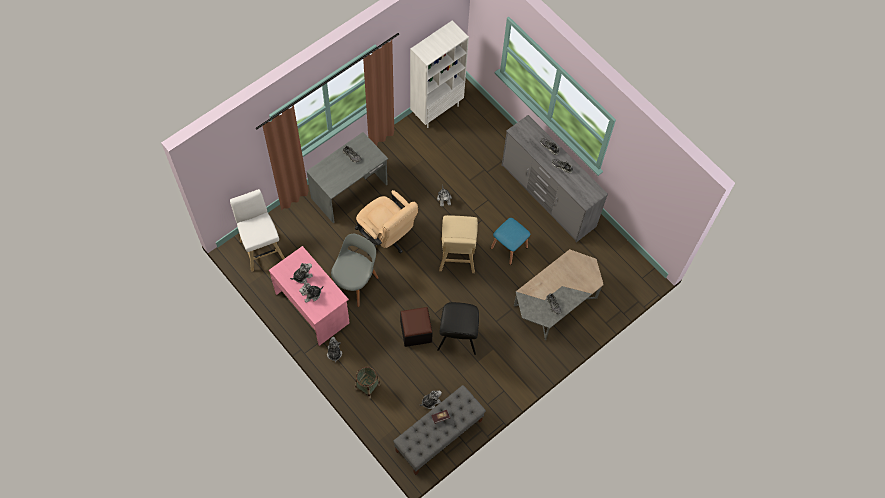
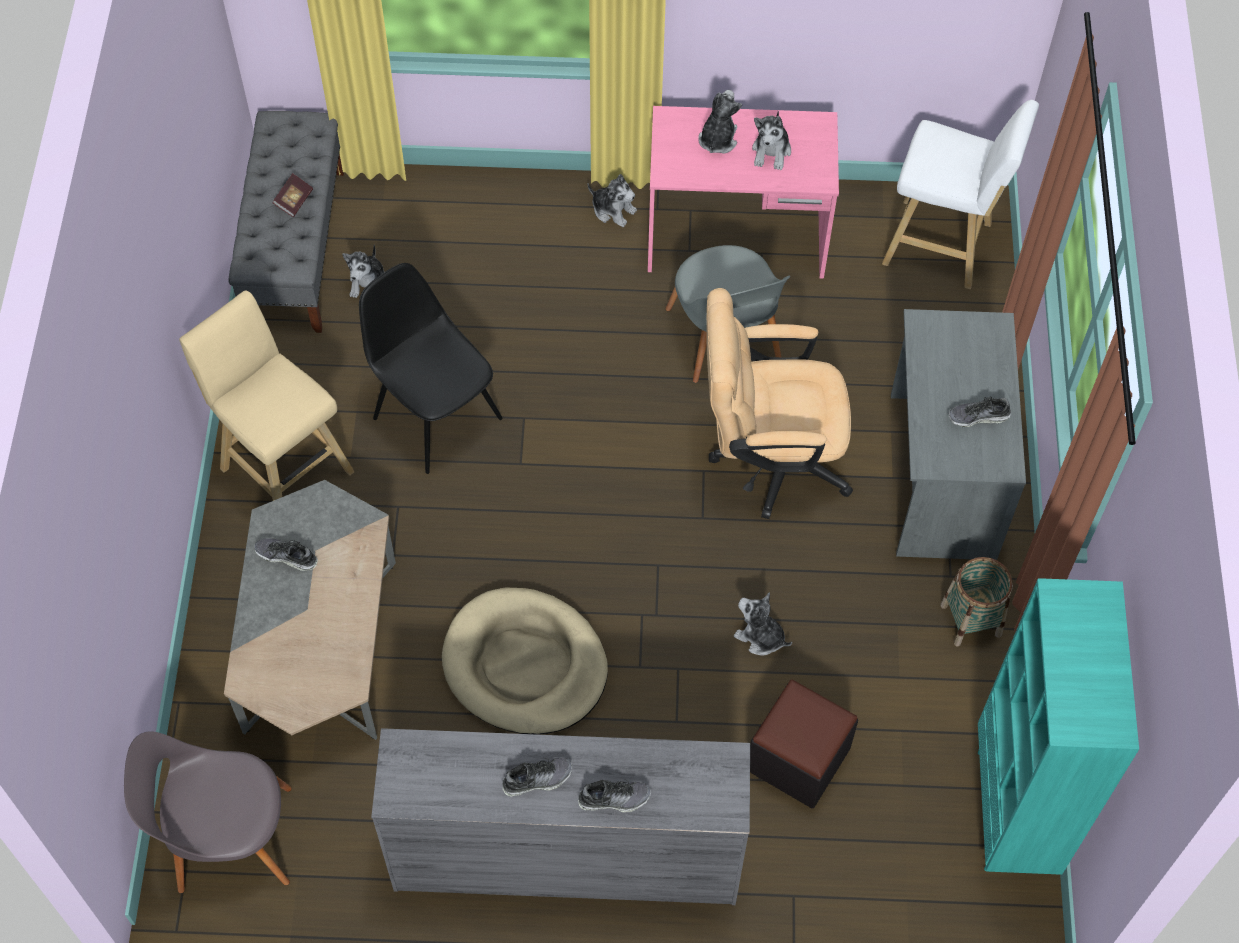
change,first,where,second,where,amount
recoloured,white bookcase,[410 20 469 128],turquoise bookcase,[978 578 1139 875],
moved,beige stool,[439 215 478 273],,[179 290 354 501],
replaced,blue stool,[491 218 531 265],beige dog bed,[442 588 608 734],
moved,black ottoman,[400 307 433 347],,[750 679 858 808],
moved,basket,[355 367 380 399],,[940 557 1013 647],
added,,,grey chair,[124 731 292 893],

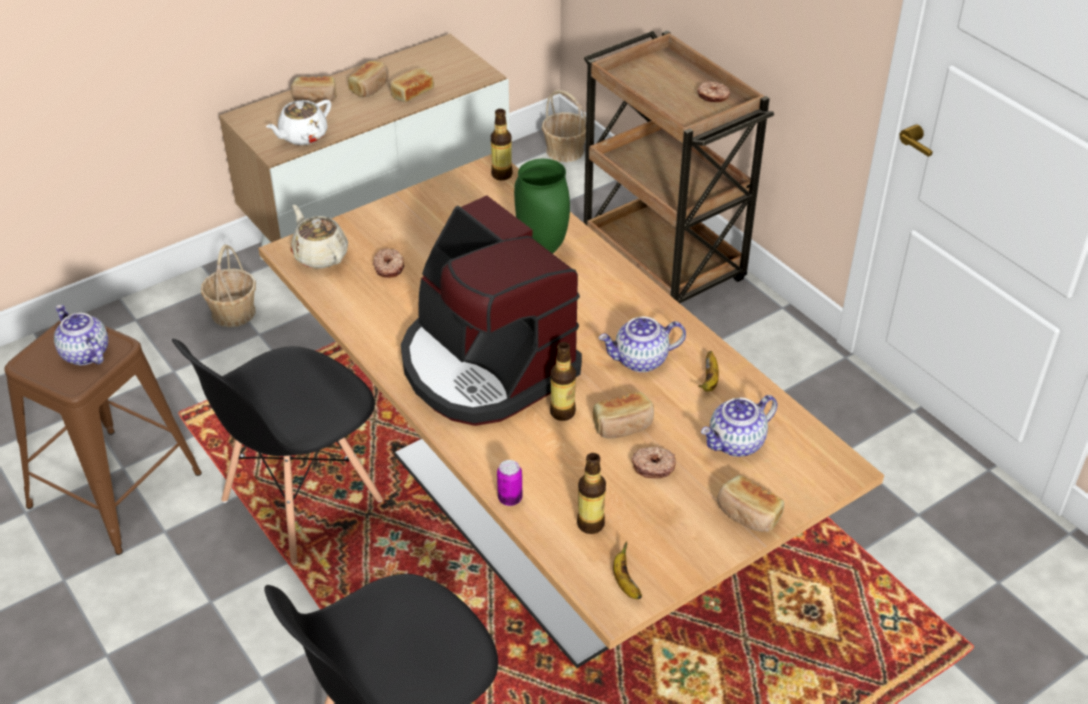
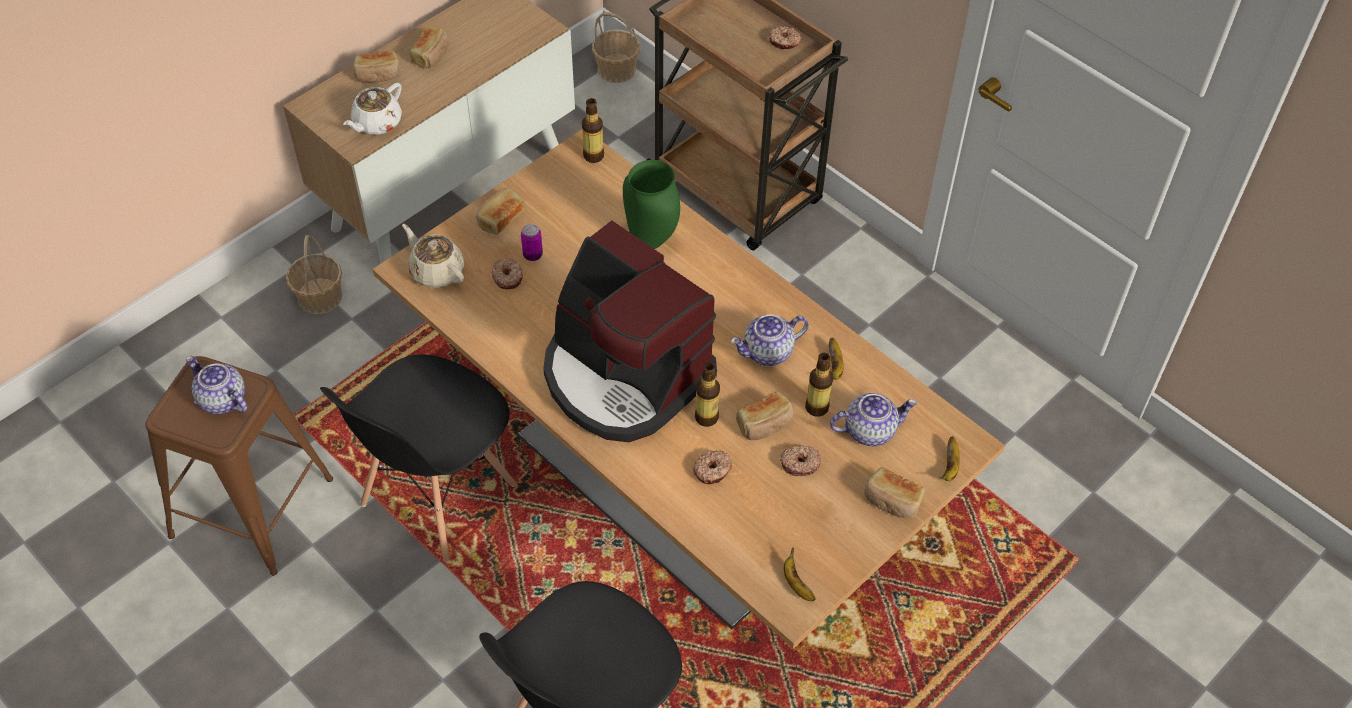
change,first,where,second,where,amount
moved,bread,[389 67 434 102],,[476 188 525 235],
turned,teapot,[701 395 778 457],,[830 393 917 446],150 degrees counterclockwise
moved,bottle,[577 453 606 534],,[805 353 833 417],
moved,can,[497 460 522 506],,[521 224 543 261],
added,,,banana,[940 436 960 481],
added,,,donut,[693 450 732 484],

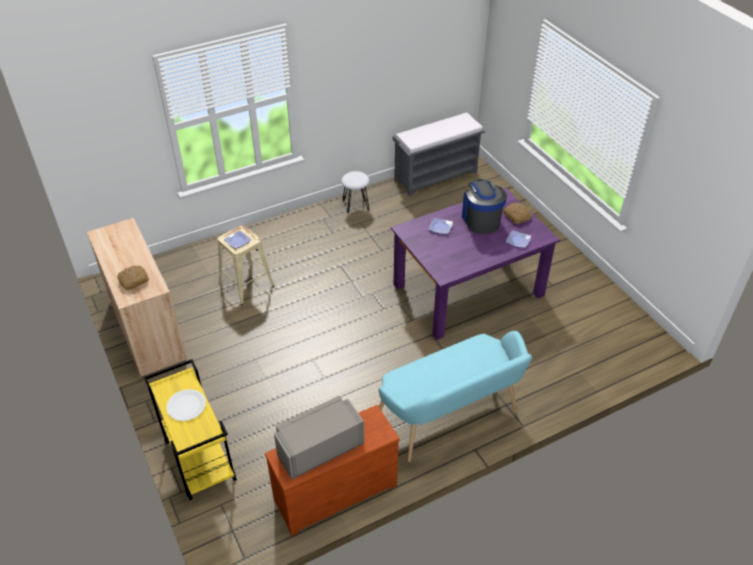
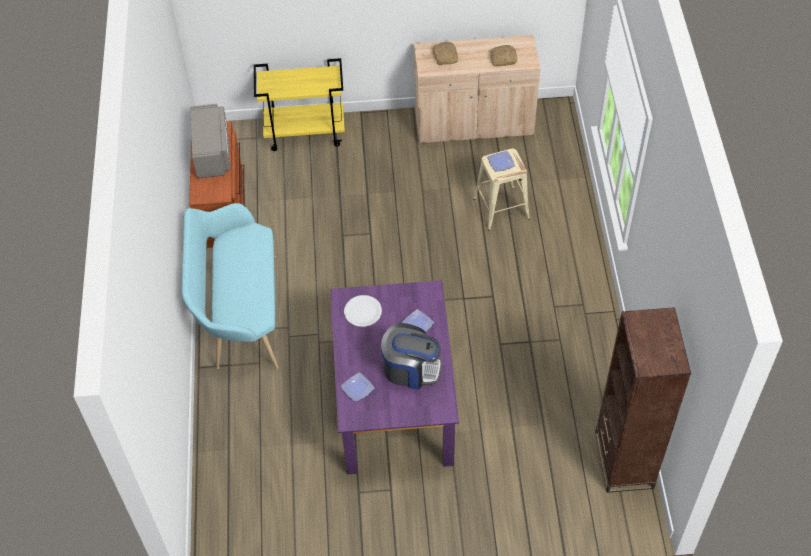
change,first,where,second,where,amount
replaced,grey bench,[392 112 485 196],brown bookcase,[595 307 691 493],
removed,white stool,[341 171 370 214],,,
moved,bread,[503 203 532 224],,[491 45 517 66],
moved,white plate,[166 389 206 421],,[344 295 382 327],

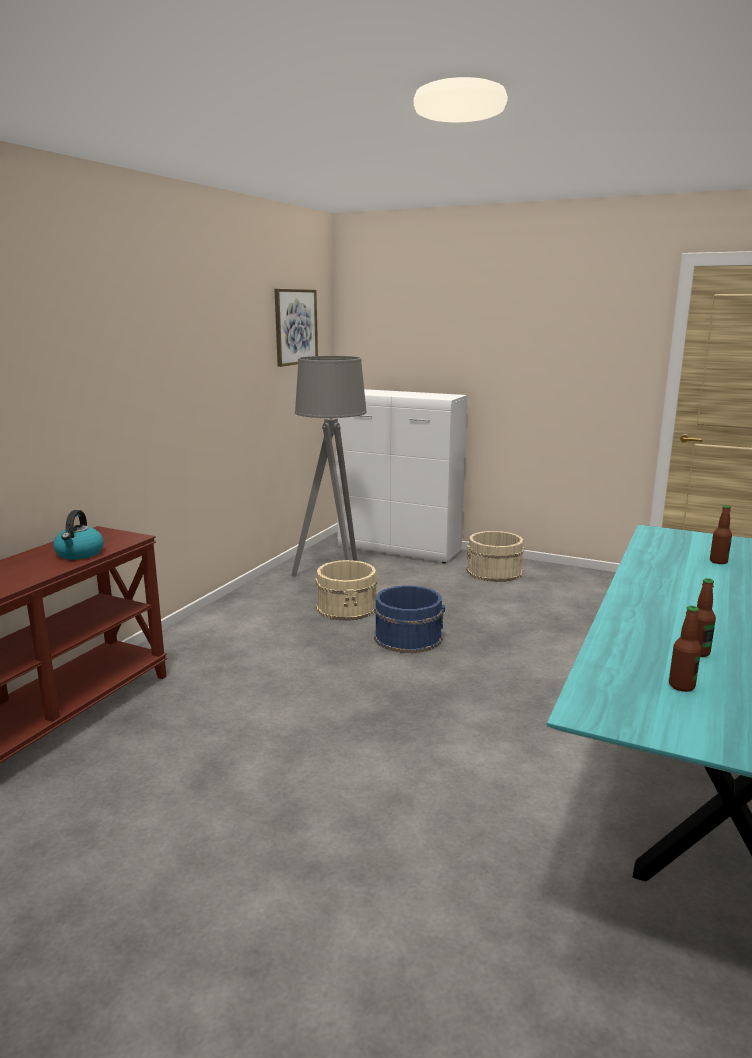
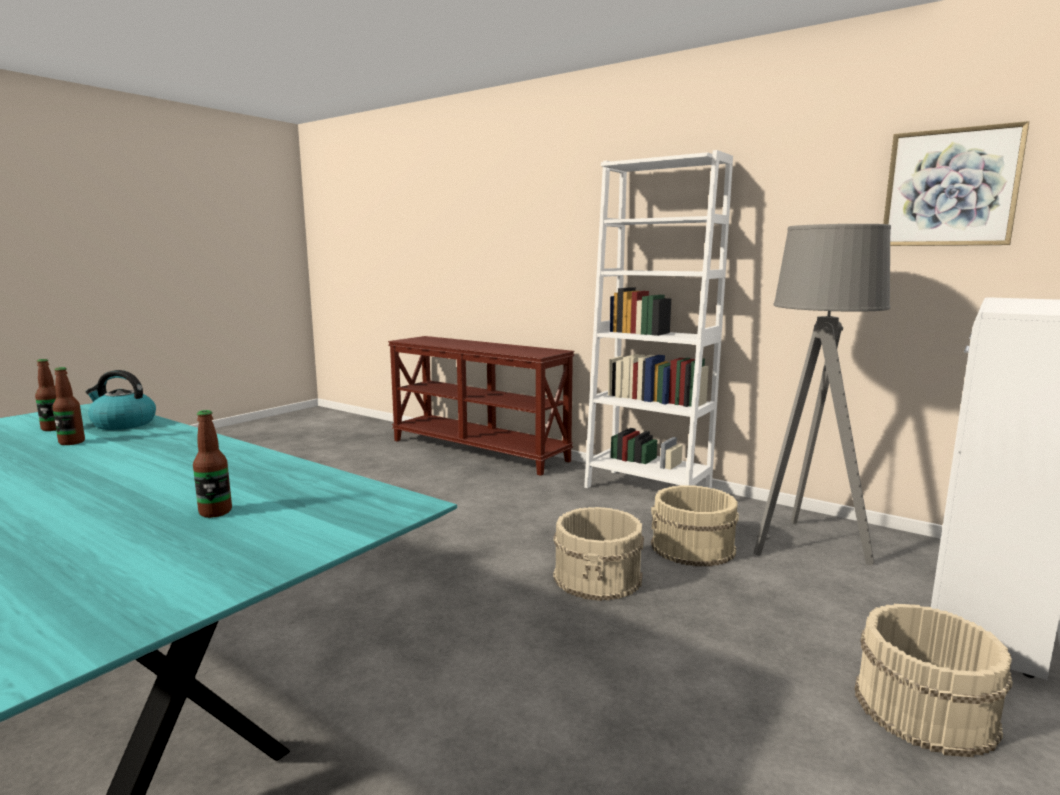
change,first,where,second,where,amount
moved,kettle,[53 510 104 560],,[86 370 156 430],
recoloured,blue bucket,[374 585 445 653],beige bucket,[553 507 644 601],
added,,,white bookcase,[584 150 733 488],

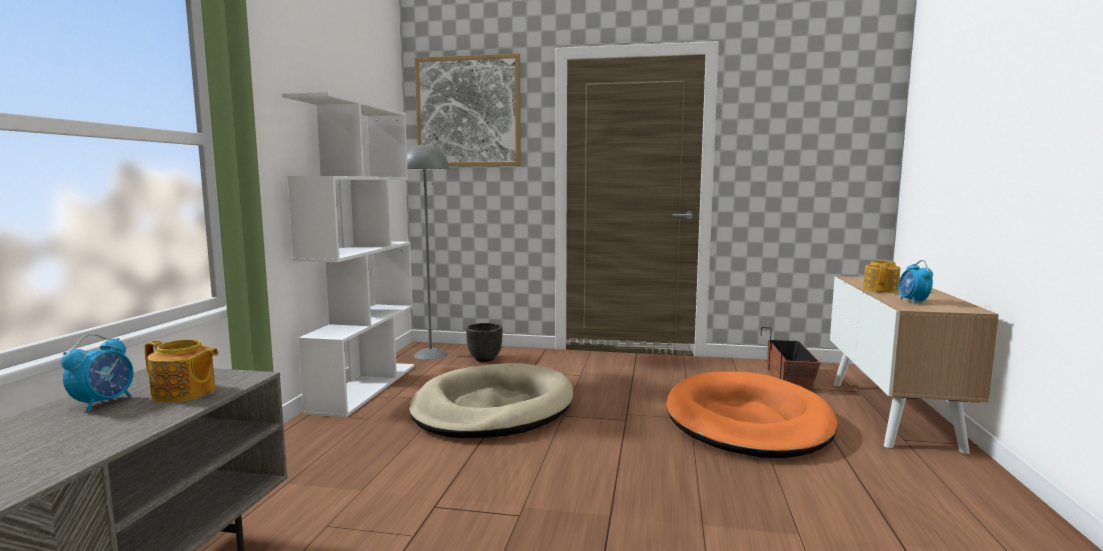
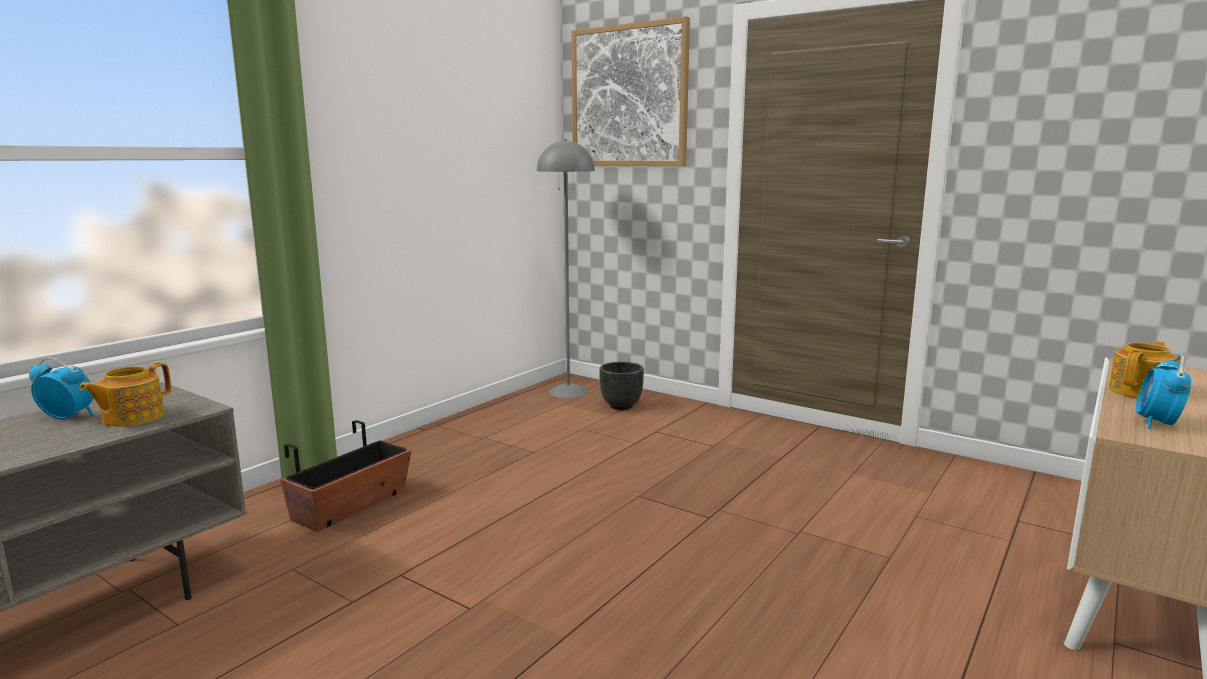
change,first,where,second,where,amount
removed,white bookcase,[282 92 415 417],,,
moved,planter,[761 327 820 391],,[280 420 412 532],
turned,alarm clock,[61 334 134 412],,[29 357 94 419],120 degrees counterclockwise
turned,teapot,[145 340 219 402],,[79 362 171 427],75 degrees clockwise
removed,beige dog bed,[409 363 573 438],,,
removed,orange dog bed,[666 372 837 458],,,

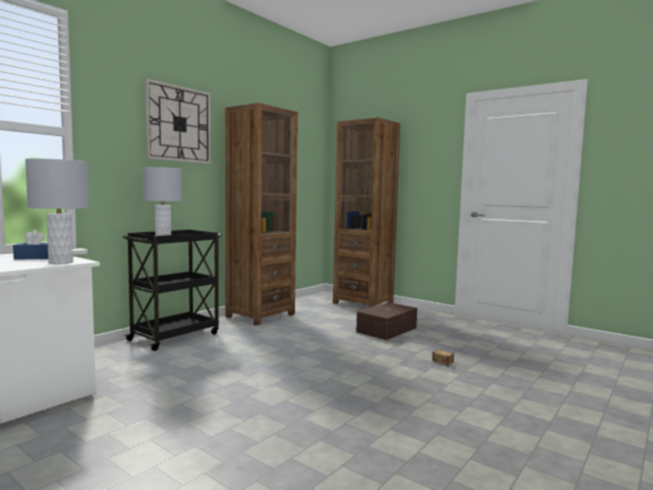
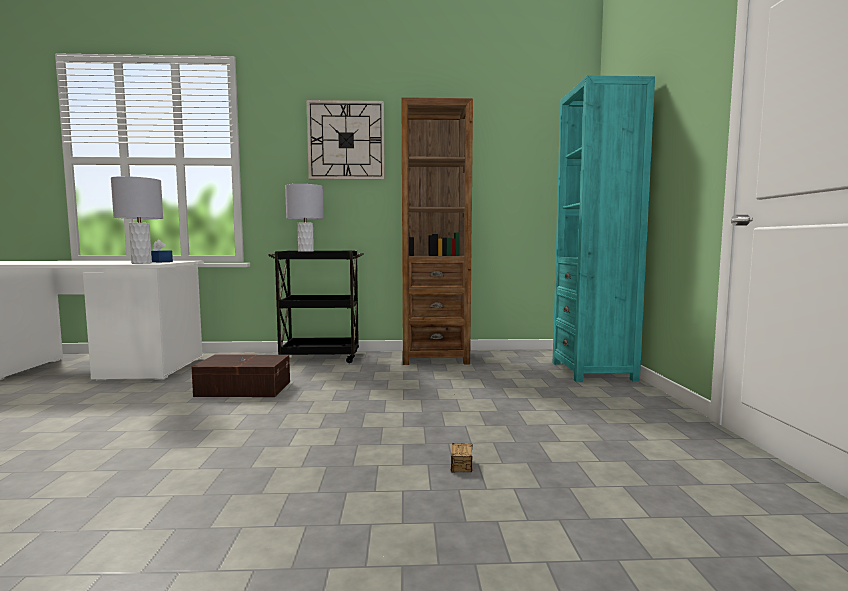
change,first,where,second,where,amount
recoloured,brown bookcase,[333 117 400 308],turquoise bookcase,[553 75 655 382],
moved,brown storage box,[356 302 417 340],,[192 355 290 397],

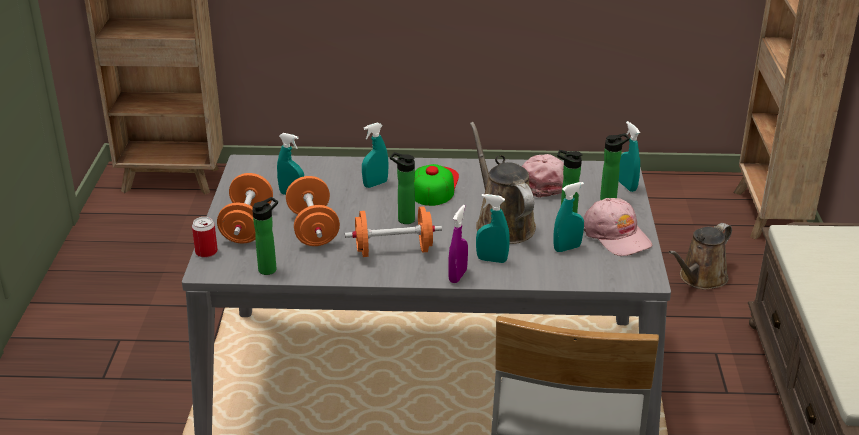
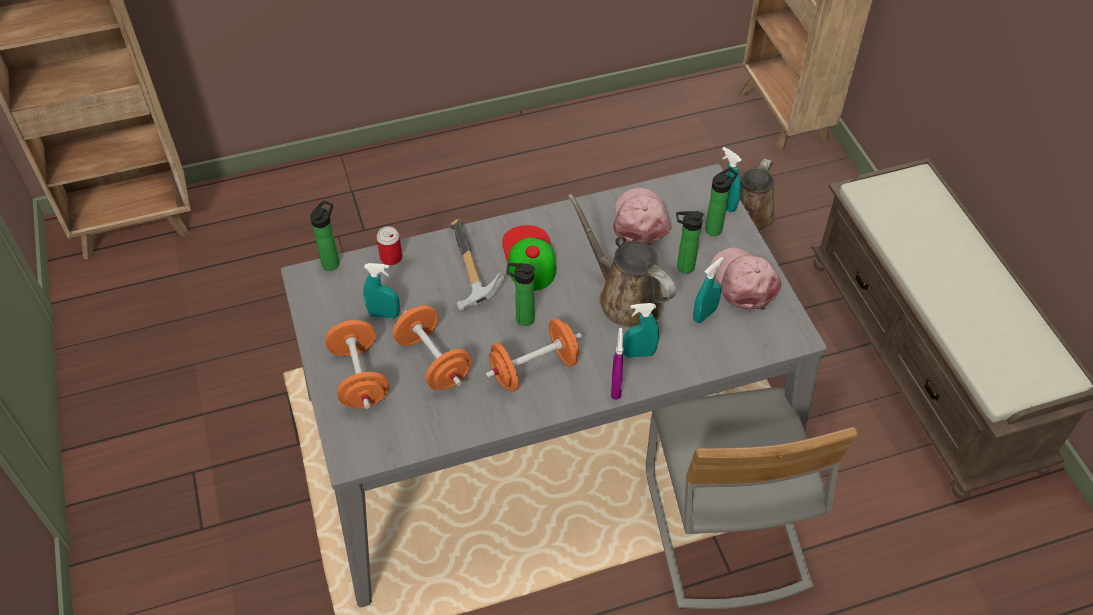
change,first,where,second,where,amount
replaced,turquoise spray bottle,[362 122 389 188],hammer,[450 219 505 312],
moved,bottle,[252 197 278 275],,[310 200 340 271],
turned,pink cap,[583 198 652 256],,[710 247 782 310],150 degrees counterclockwise
moved,can,[192 217 218 258],,[376 226 402 266],

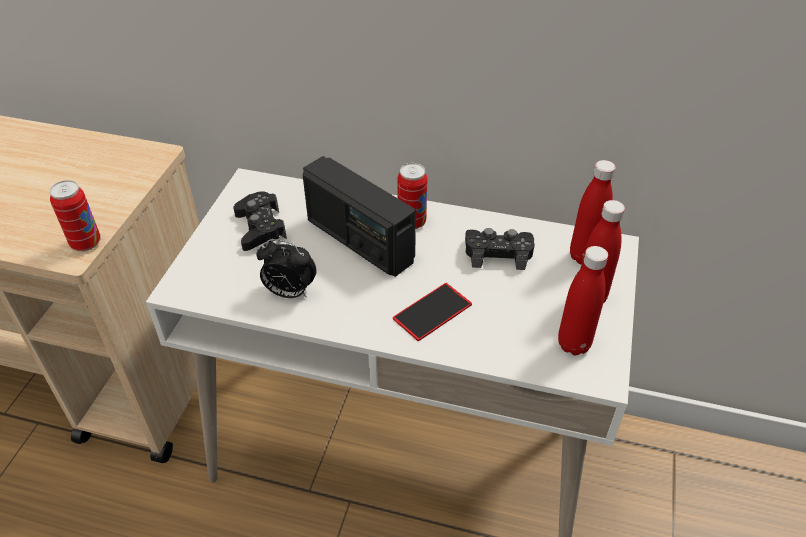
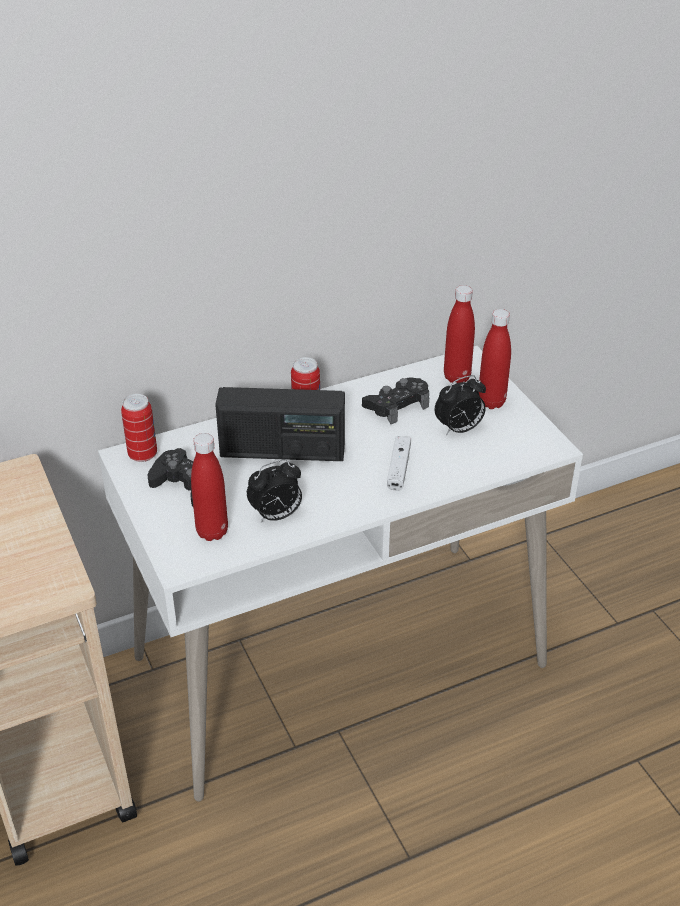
change,first,where,second,where,amount
moved,can,[50 180 101 251],,[121 394 157 462],
moved,red bottle,[558 246 608 355],,[191 433 228 541],
replaced,phone,[393 283 472 341],white game controller,[387 436 411 491],
added,,,alarm clock,[434 375 486 435],

